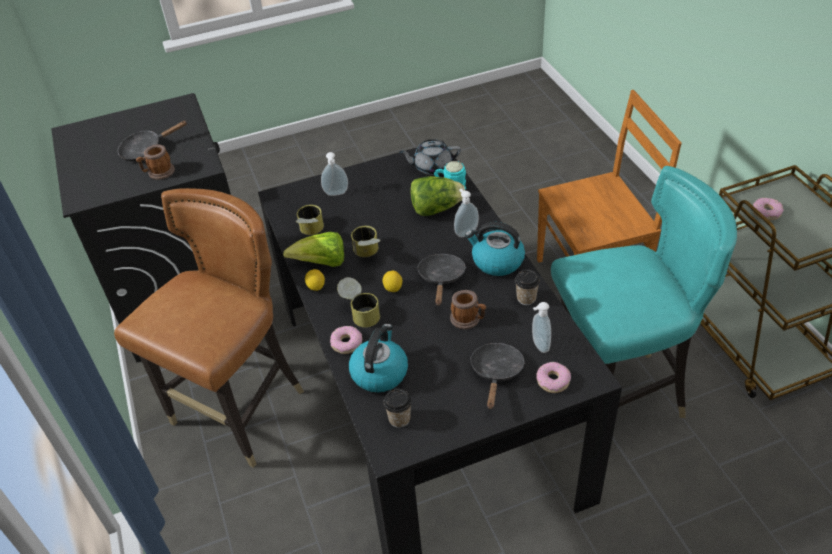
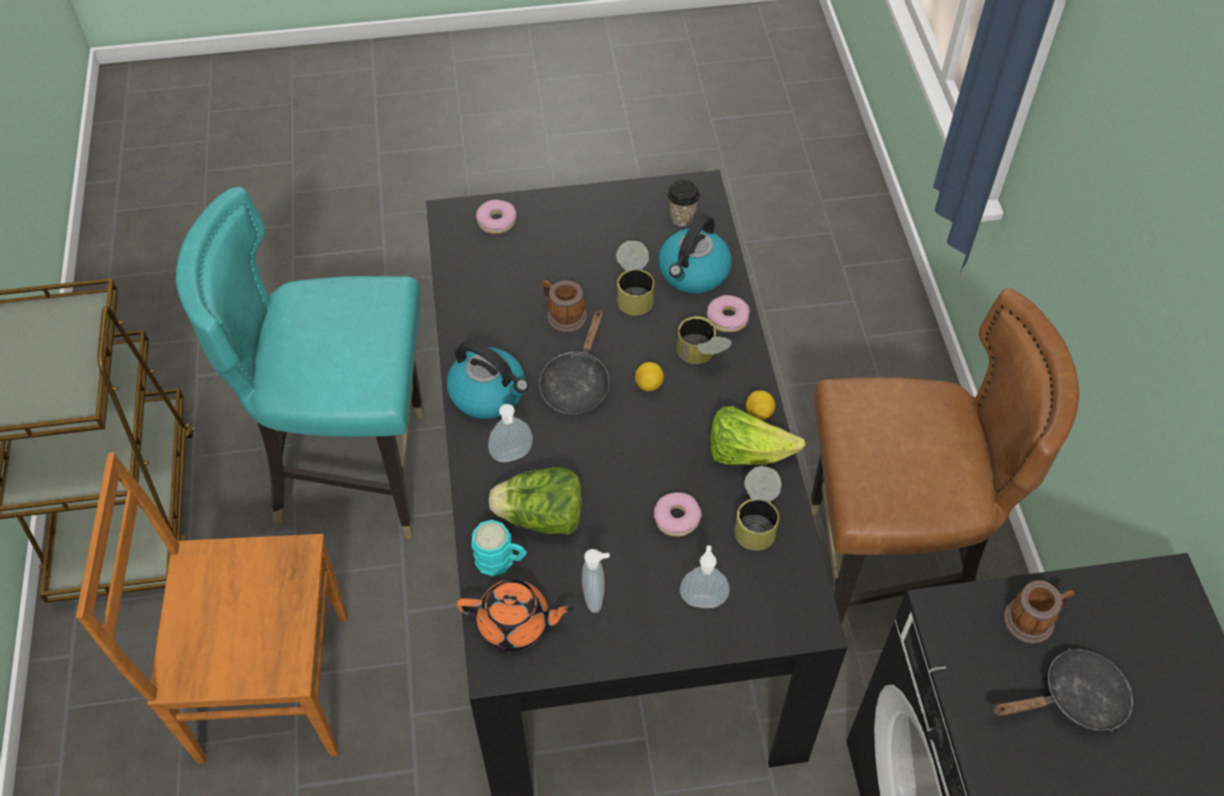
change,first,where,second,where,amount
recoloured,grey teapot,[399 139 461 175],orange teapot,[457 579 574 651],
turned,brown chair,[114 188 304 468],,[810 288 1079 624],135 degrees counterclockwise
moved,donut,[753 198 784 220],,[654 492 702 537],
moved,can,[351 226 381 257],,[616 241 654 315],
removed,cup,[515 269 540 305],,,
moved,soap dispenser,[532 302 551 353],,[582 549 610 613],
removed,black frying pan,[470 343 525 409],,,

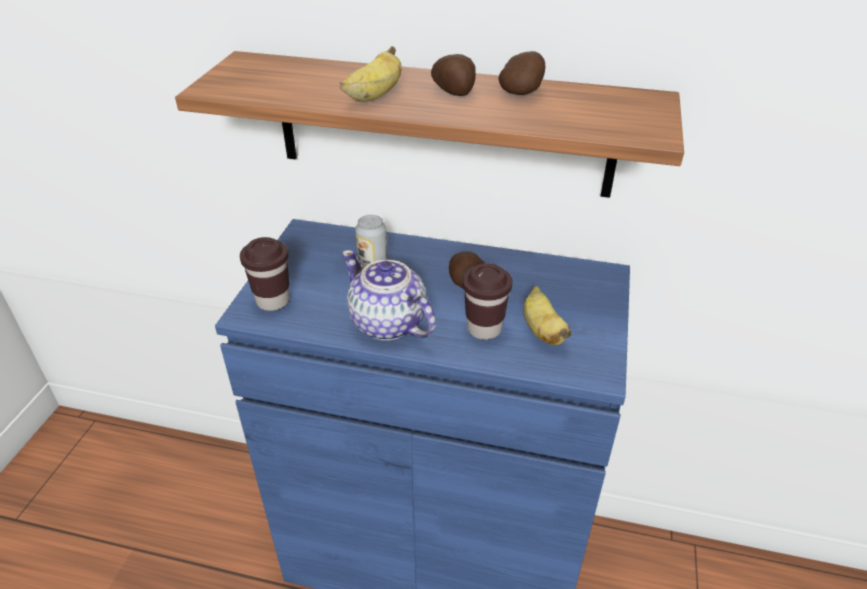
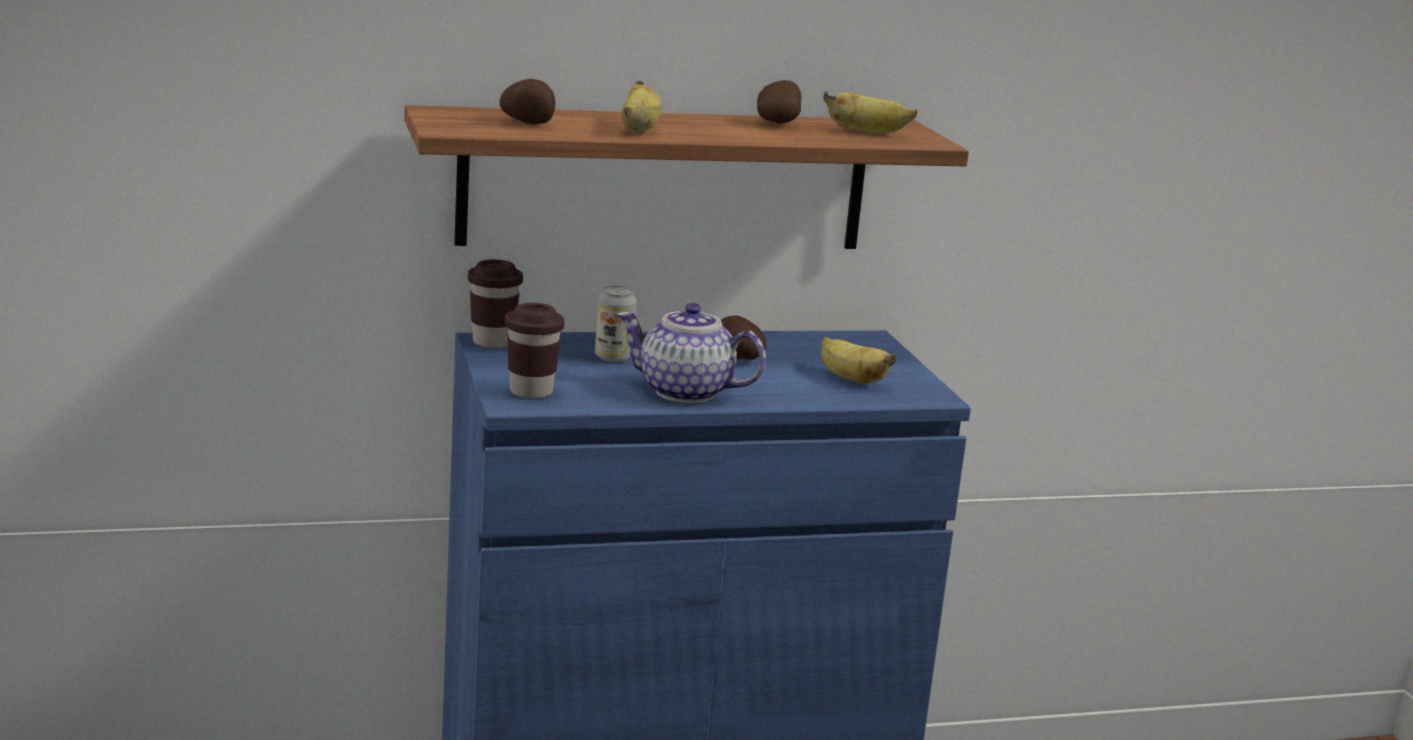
change,first,where,second,where,amount
moved,potato,[431 54 476 96],,[499 79 555 124],
moved,brown cup,[462 263 512 340],,[468 259 523 348],
added,,,banana,[823 91 917 133],

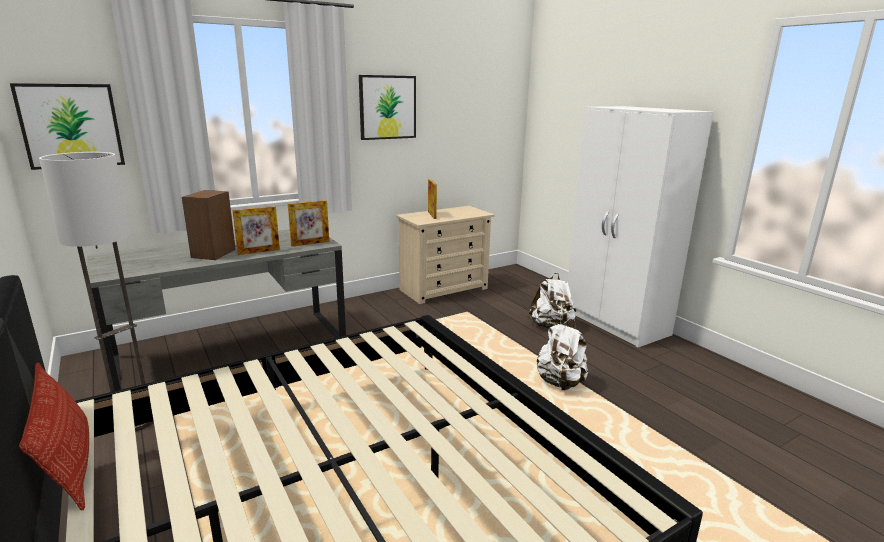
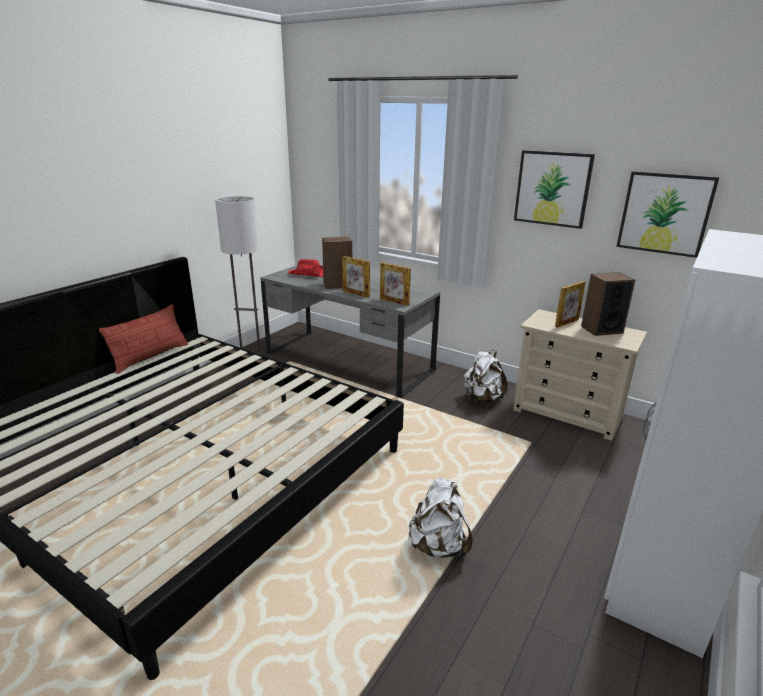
change,first,where,second,where,amount
moved,picture,[10 83 125 170],,[616 171 720 258],
moved,white backpack,[528 273 576 328],,[464 350 507 404],
added,,,red hat,[288 259 323 277],
added,,,speaker,[581 272 635 336],

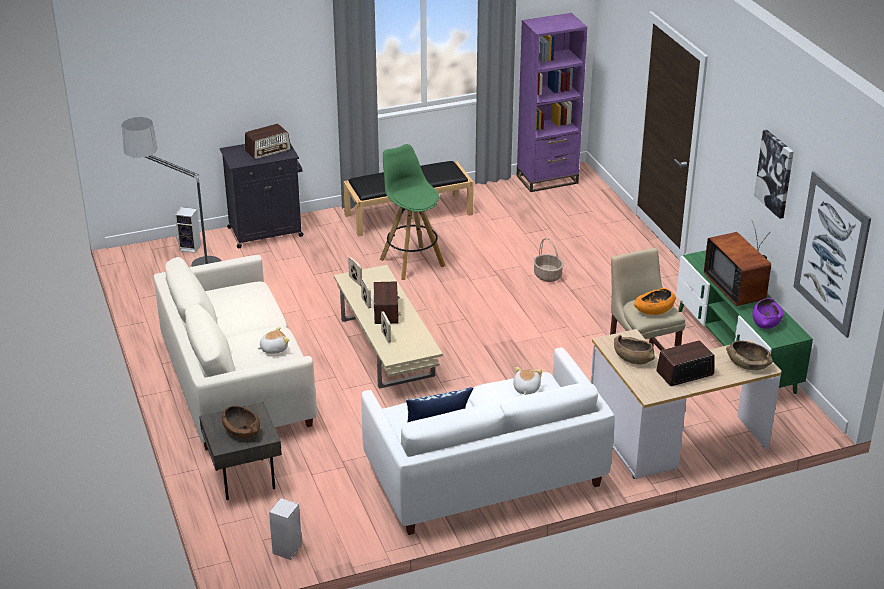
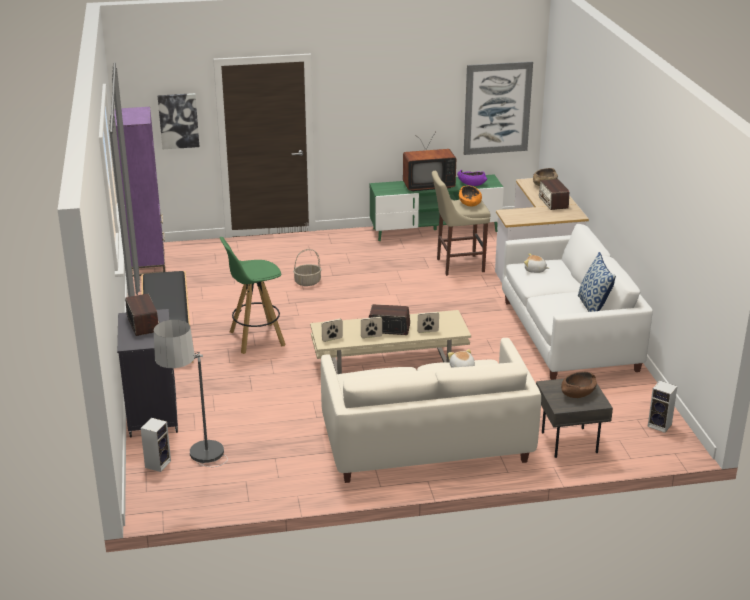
change,first,where,second,where,amount
moved,picture,[754 130 794 219],,[158 93 199 149],
removed,brown bowl,[614 335 655 365],,,

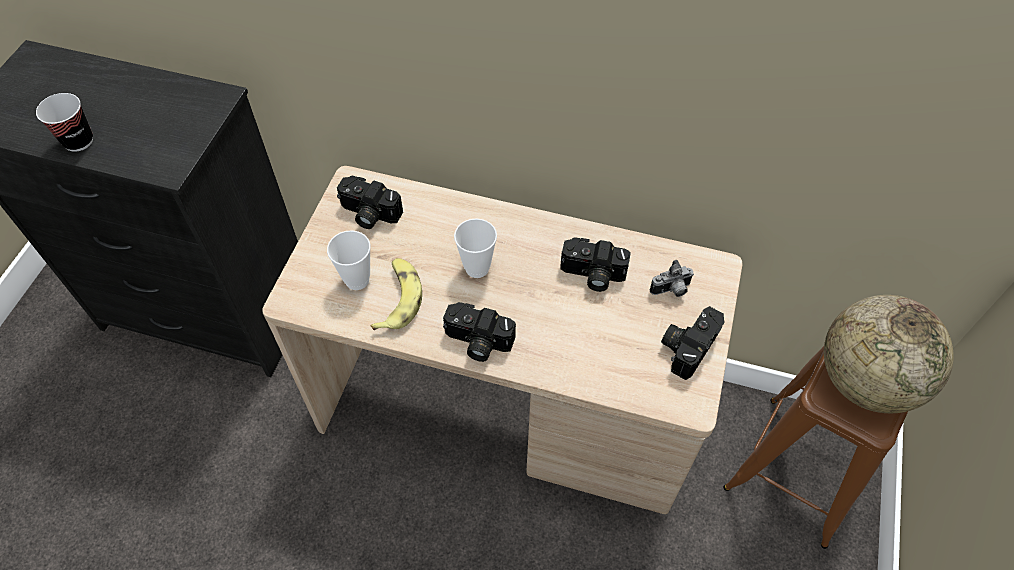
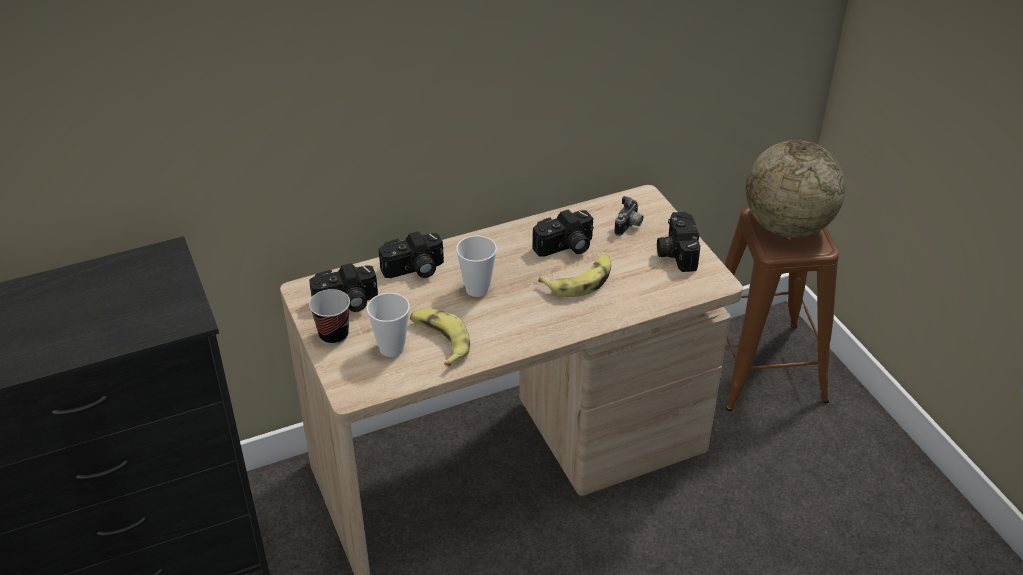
change,first,where,second,where,amount
moved,cup,[36 93 93 152],,[309 289 350 345],
moved,photo camera,[443 302 516 362],,[379 231 444 278],
added,,,banana,[538 254 612 297],

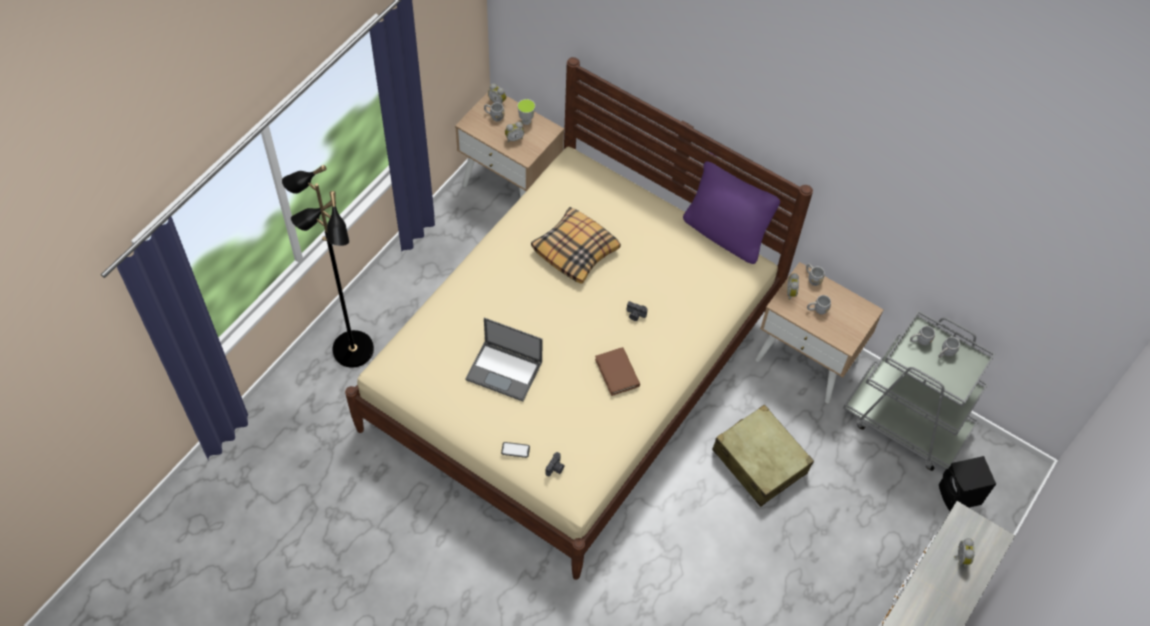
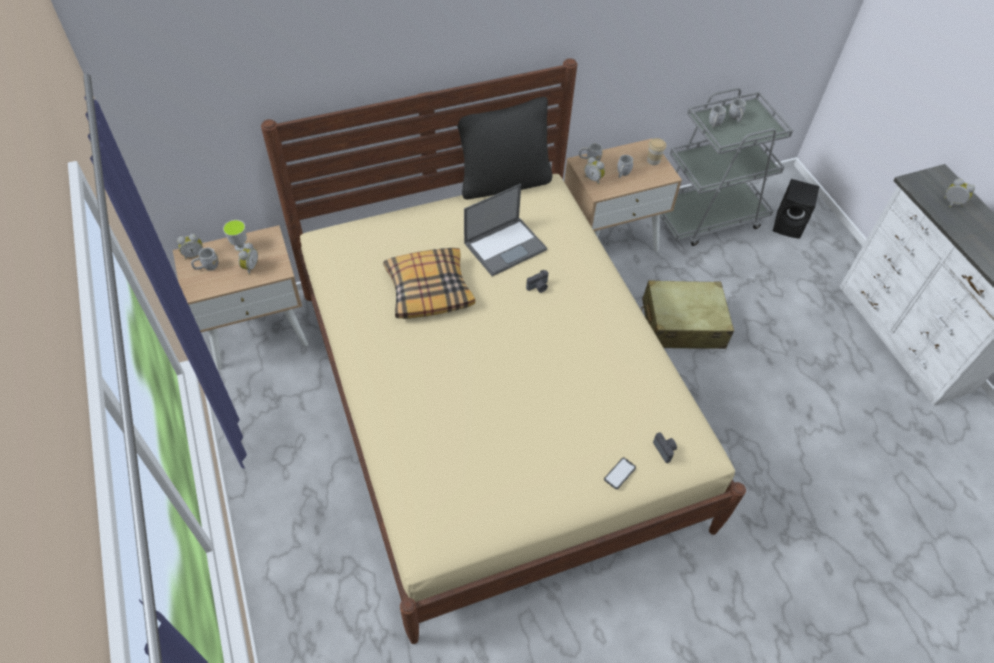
change,first,where,second,where,amount
recoloured,purple pillow,[683 152 780 264],black pillow,[457 97 552 199],
removed,black floor lamp,[282 165 374 368],,,
moved,laptop,[465 318 543 401],,[464 184 547 276],
removed,brown book,[595 347 640 396],,,
added,,,cup,[647 138 666 165],

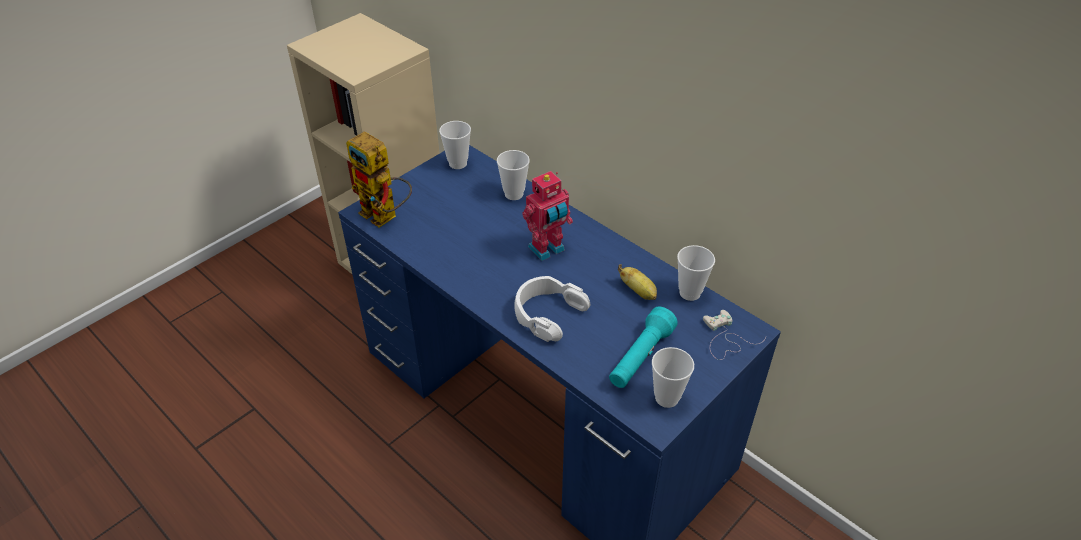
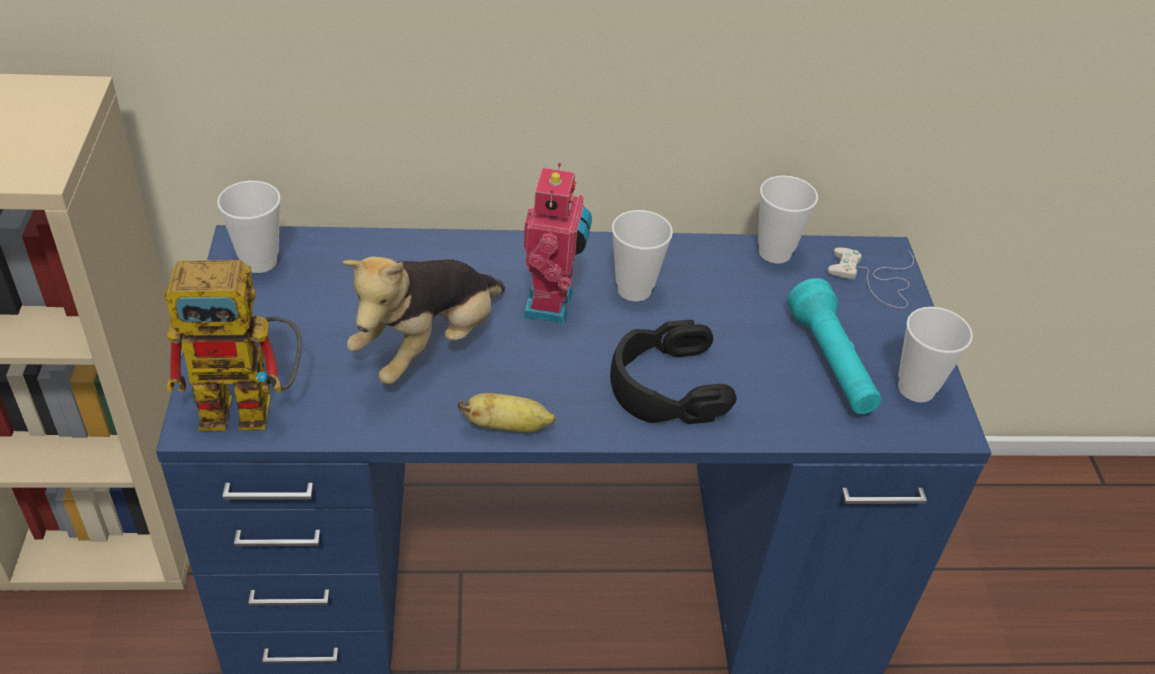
change,first,where,second,where,amount
moved,cup,[497 150 530 200],,[612 210 673 301],
moved,banana,[618 264 657 300],,[458 393 556 432],
recoloured,white headphones,[514 276 590 342],black headphones,[610 320 737 424],
added,,,plush toy,[343 257 505 385],

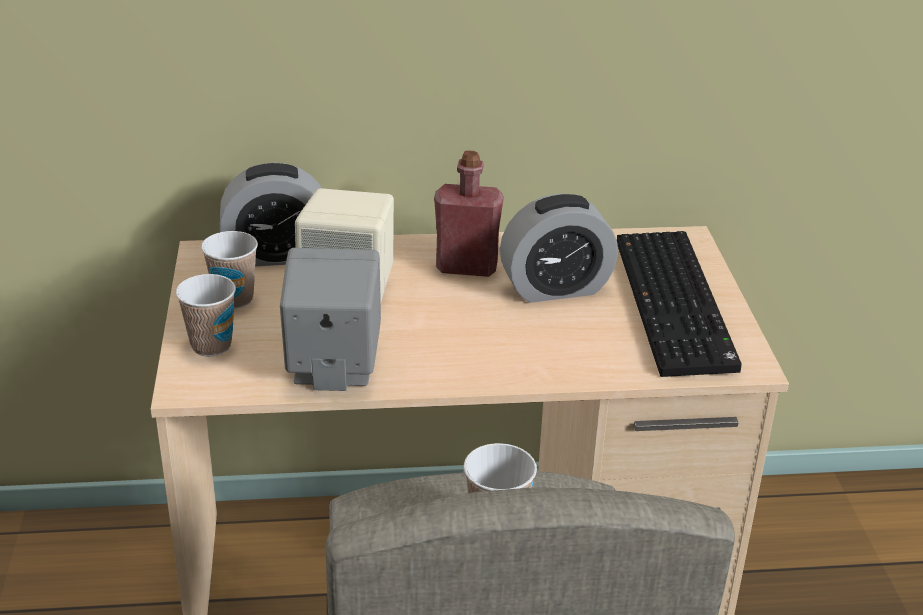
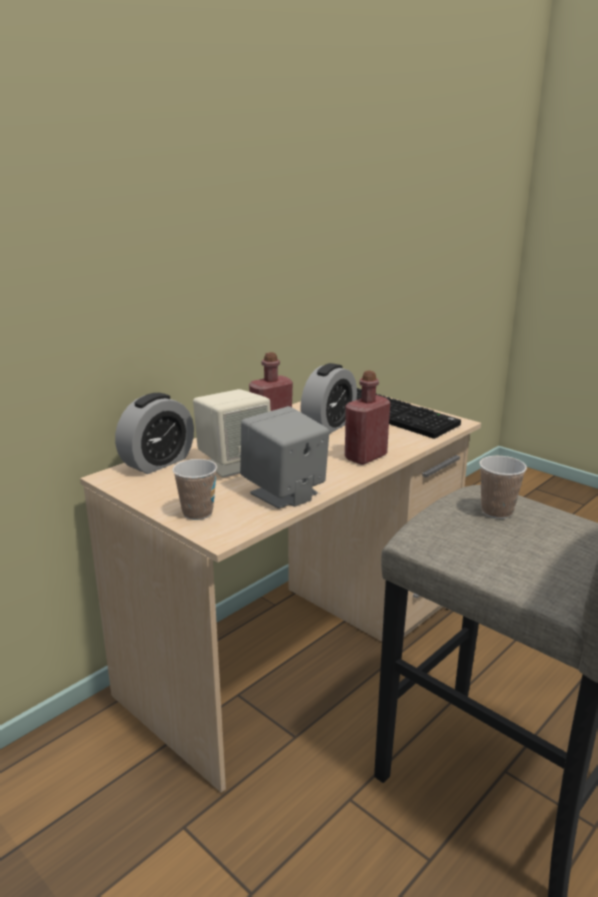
change,first,where,second,where,amount
removed,cup,[201 231 258 309],,,
added,,,red bottle,[345 371 390 465],

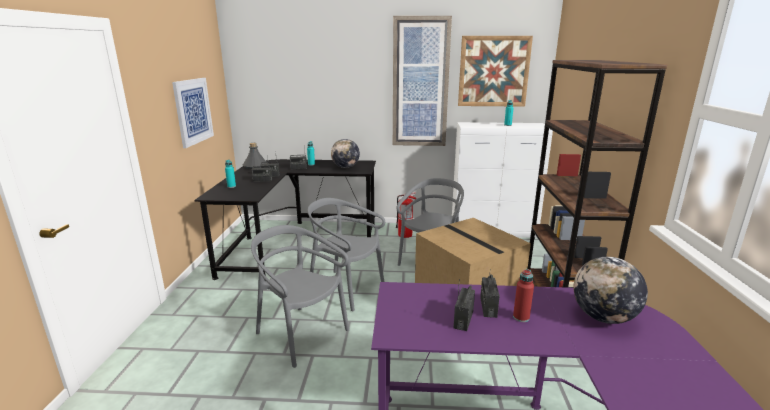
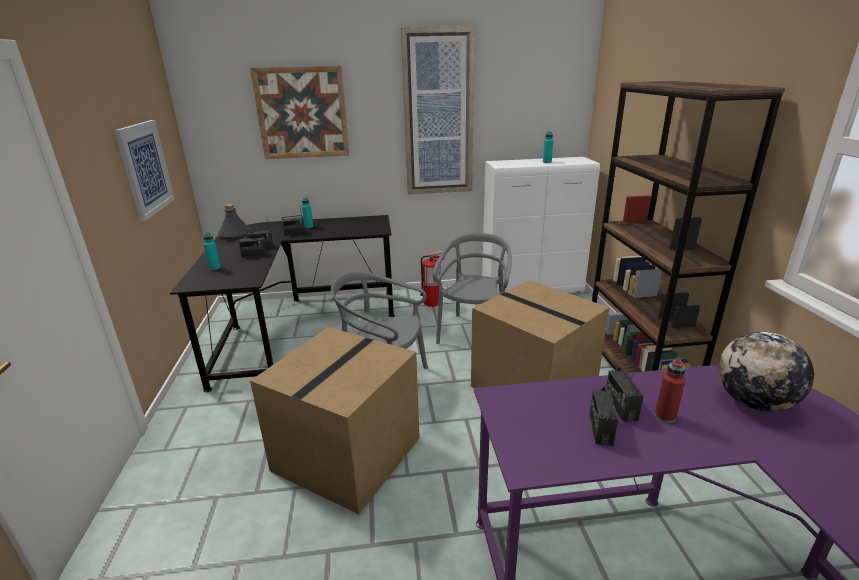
change,first,where,second,where,amount
moved,picture,[458 36 533 107],,[250 66 349 159],
removed,globe,[331 139 360 168],,,
replaced,grey chair,[251 225 349 368],cardboard box,[250 327 420 514],

